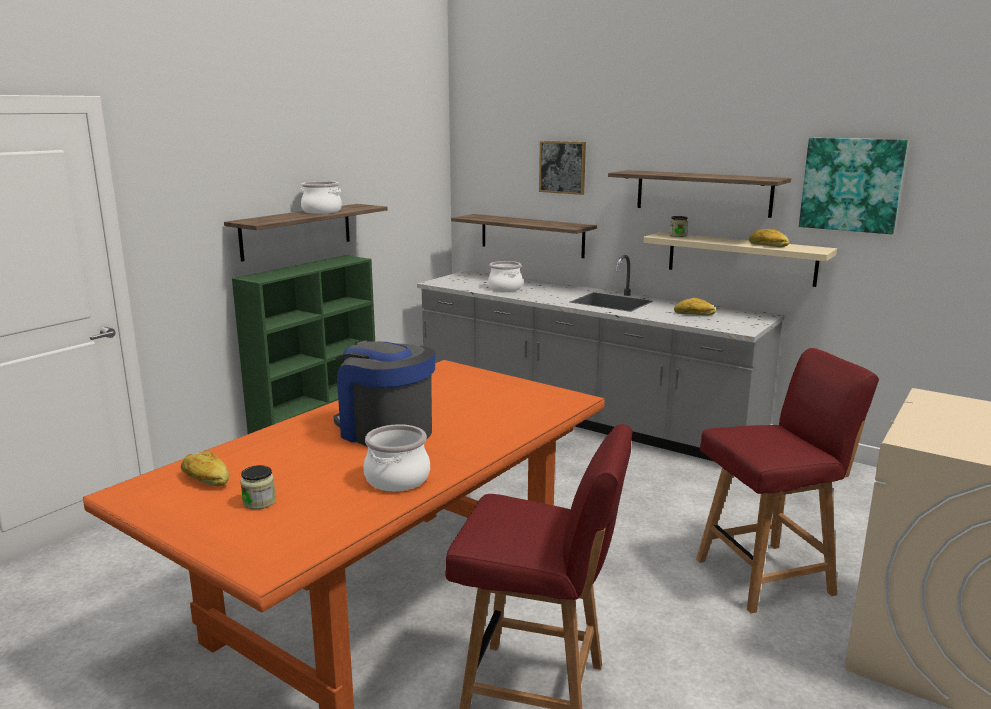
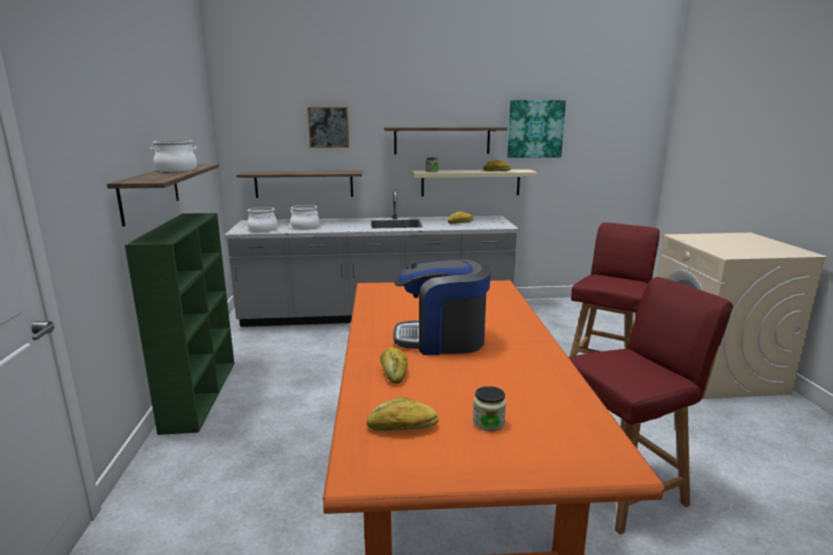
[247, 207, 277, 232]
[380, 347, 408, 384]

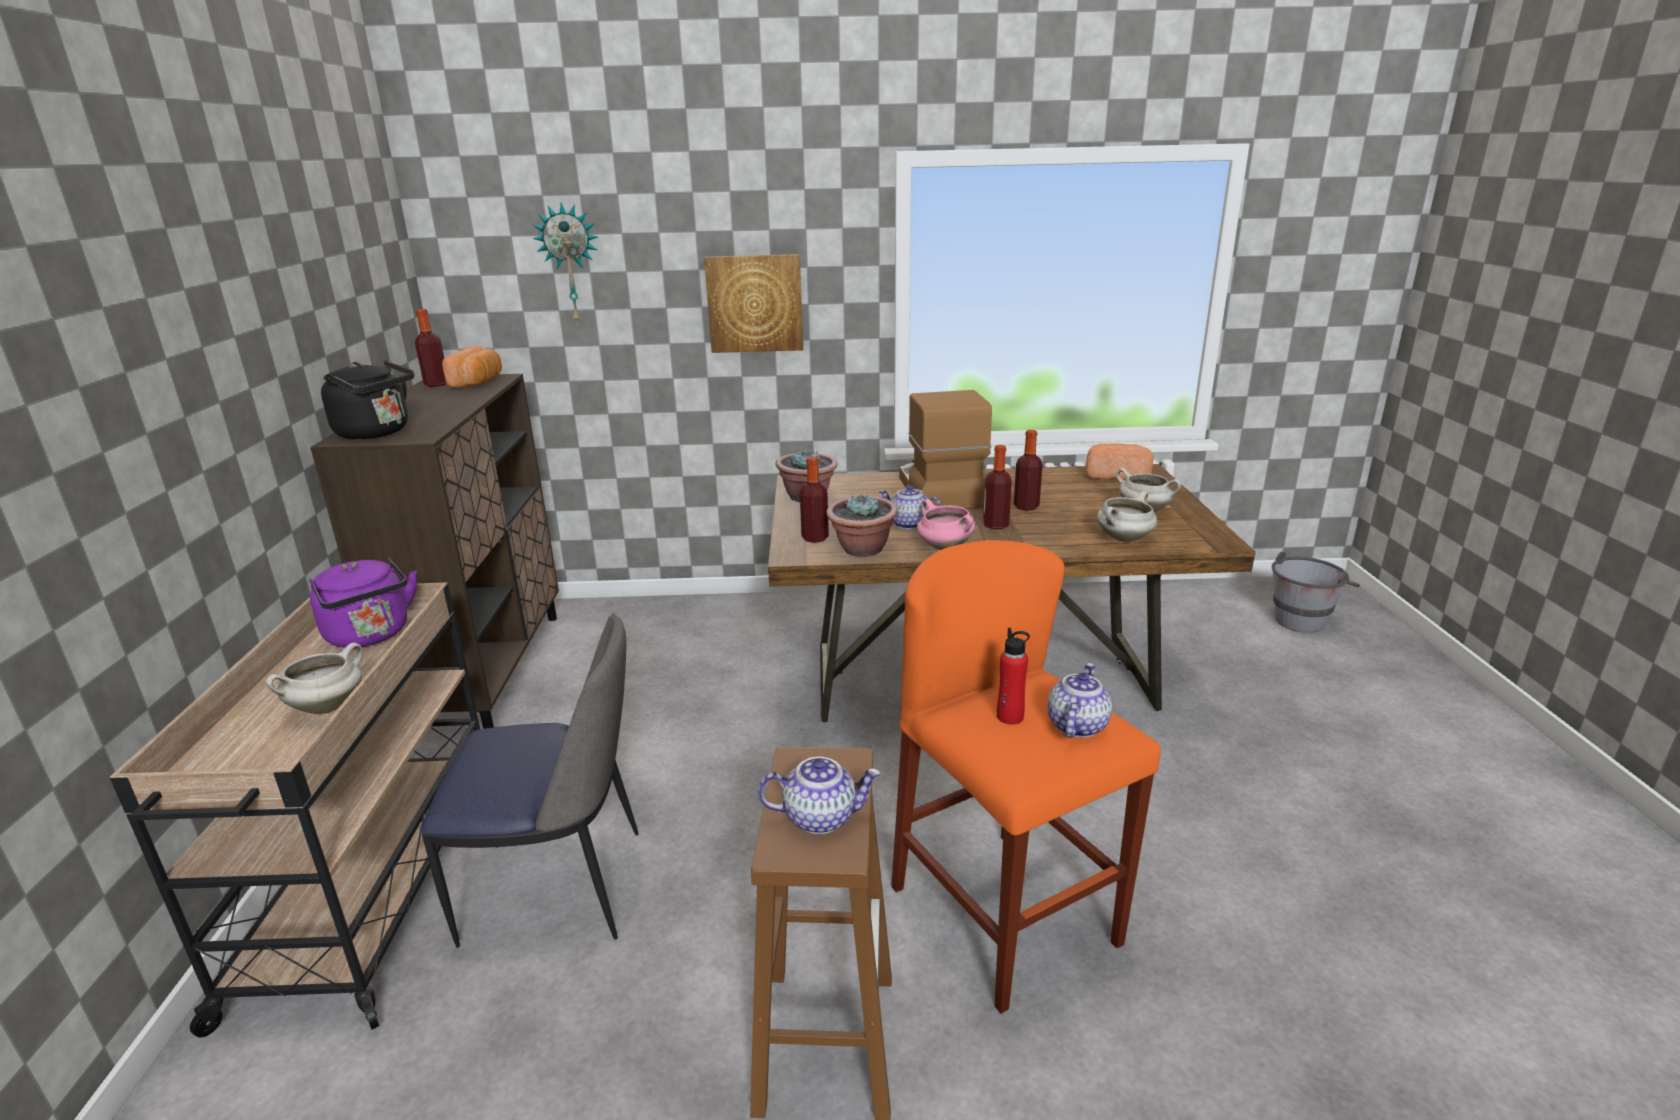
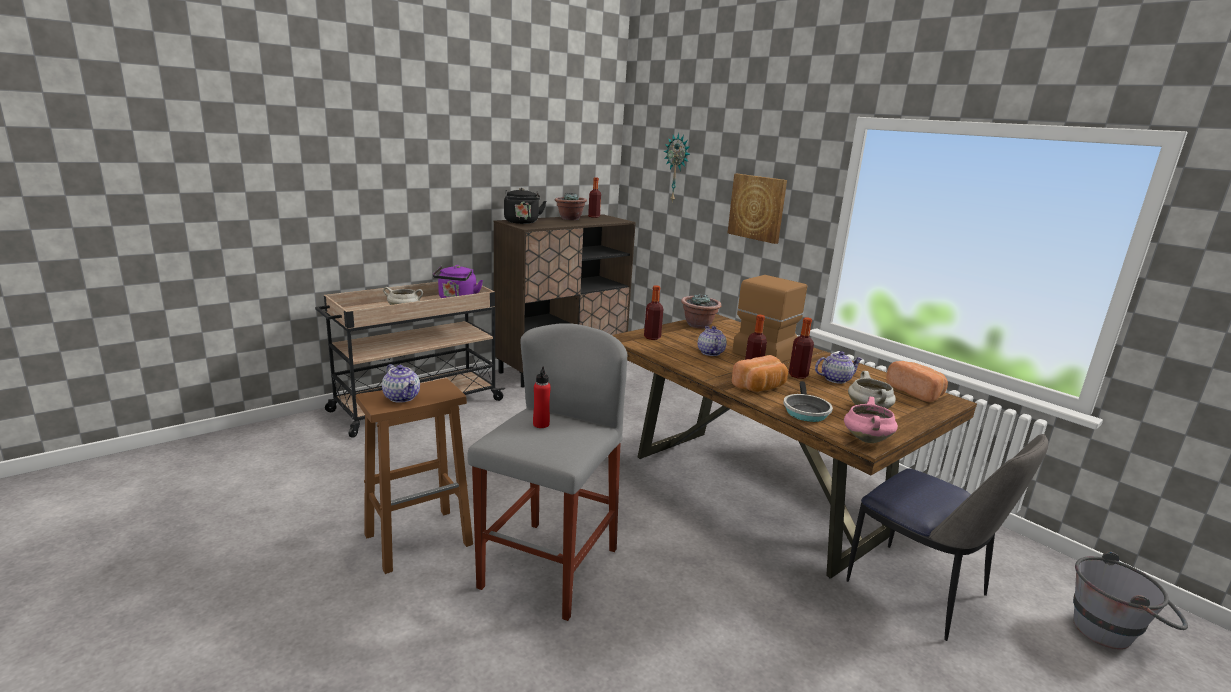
[467, 323, 627, 621]
[555, 193, 587, 220]
[732, 355, 788, 392]
[783, 381, 833, 422]
[815, 351, 863, 384]
[844, 397, 898, 443]
[846, 434, 1048, 641]

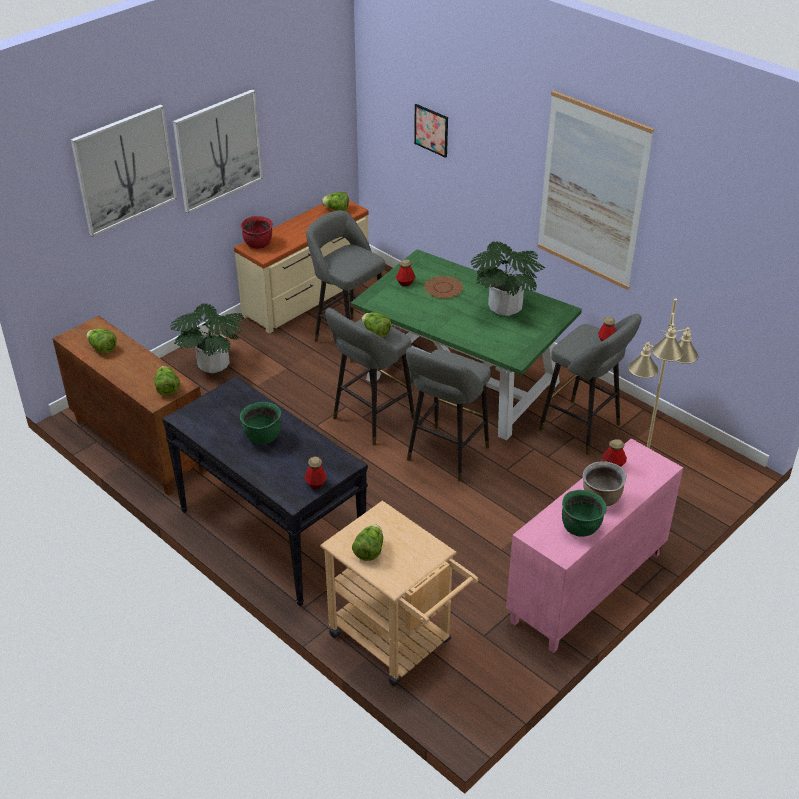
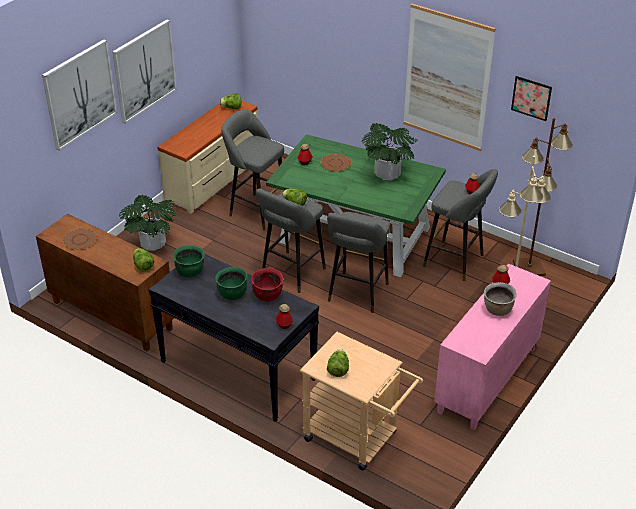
[63, 228, 97, 250]
[173, 245, 205, 278]
[251, 268, 283, 302]
[511, 76, 552, 121]
[513, 118, 573, 276]

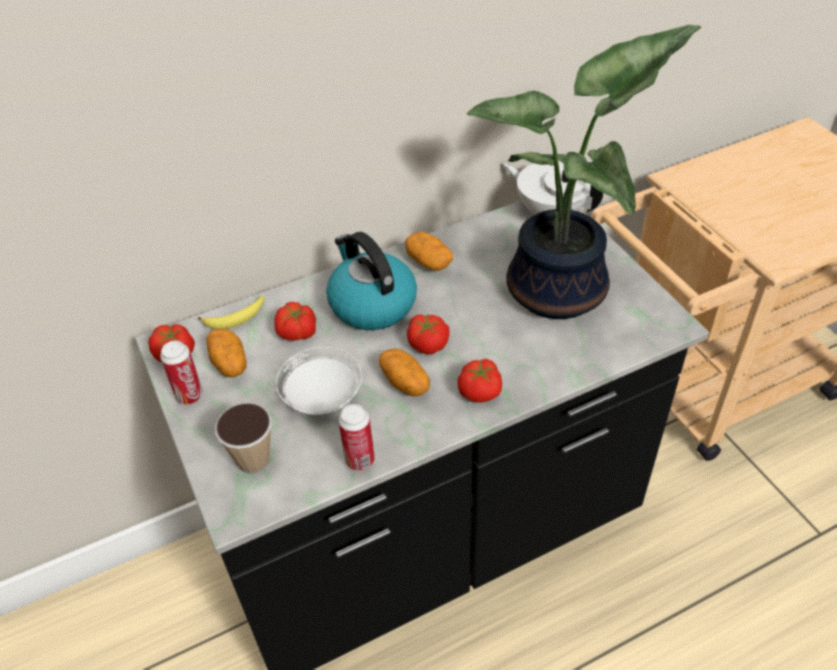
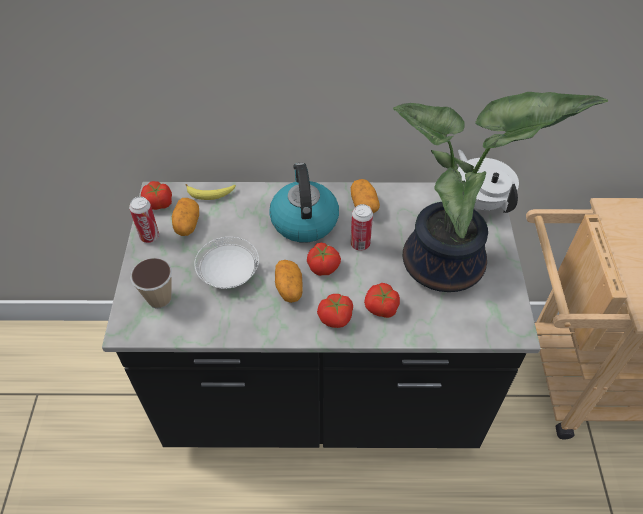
[350, 204, 373, 251]
[364, 283, 400, 318]

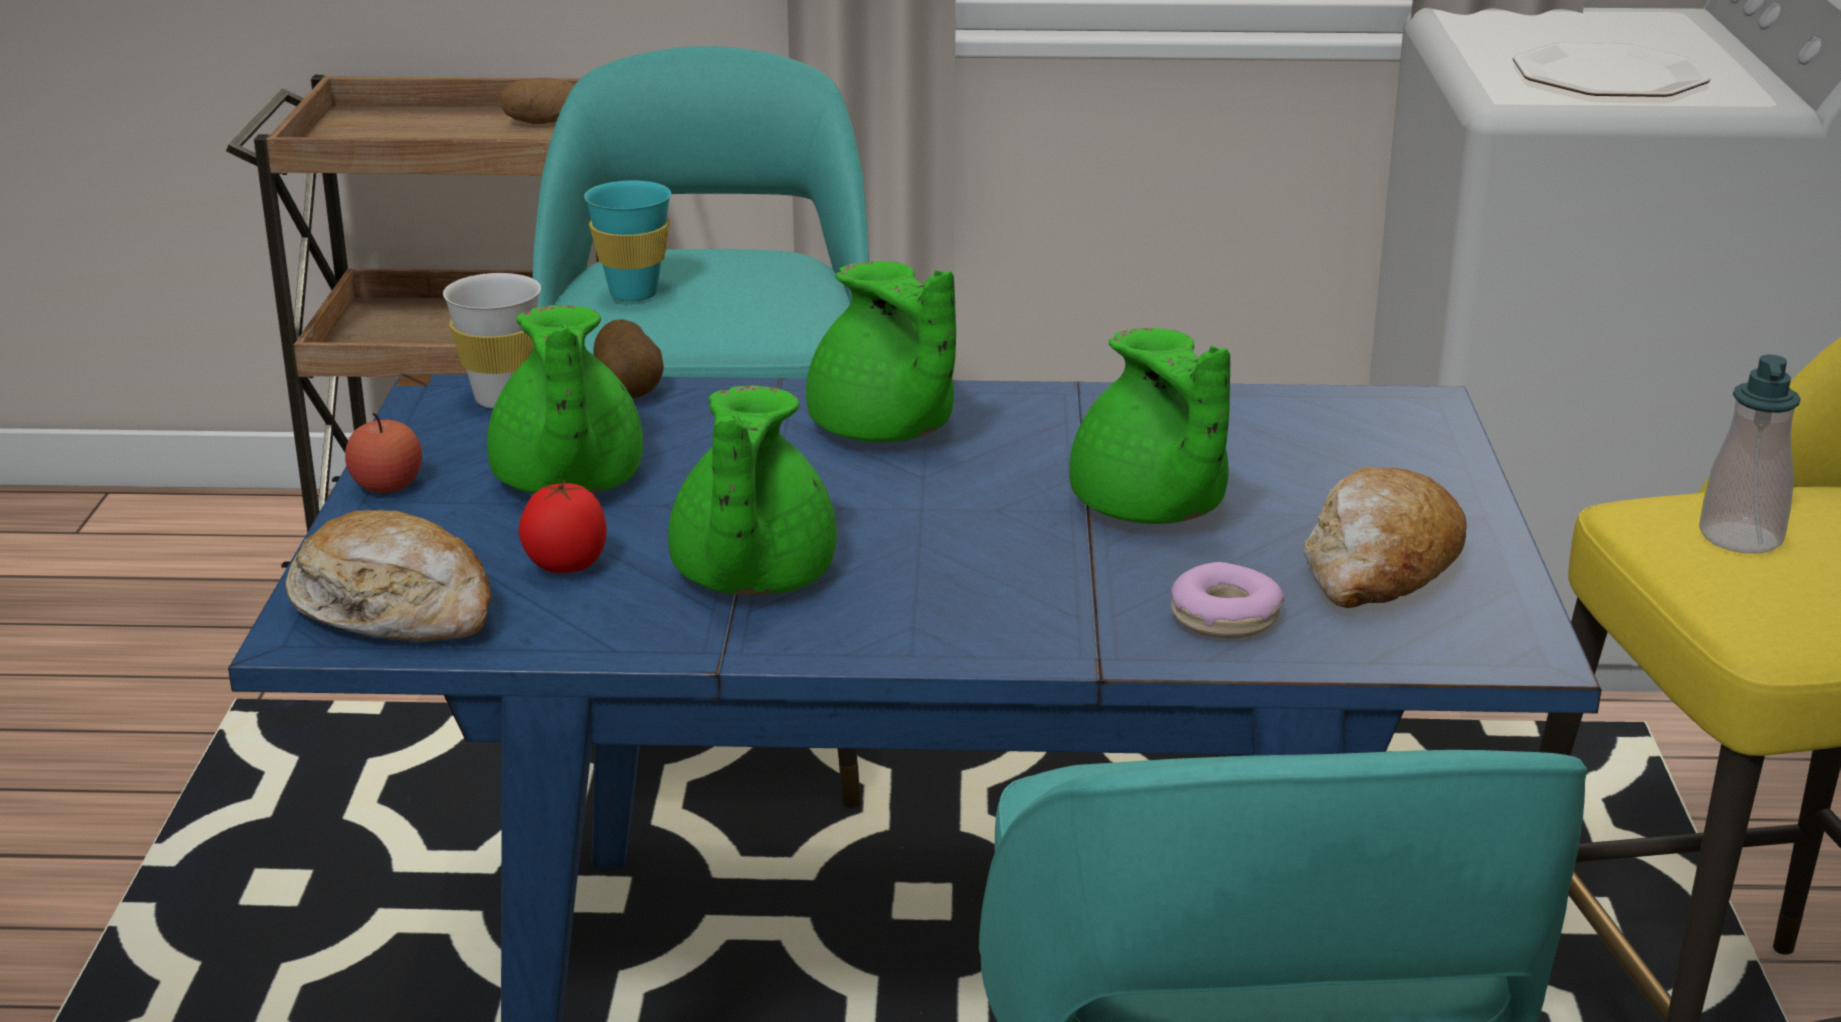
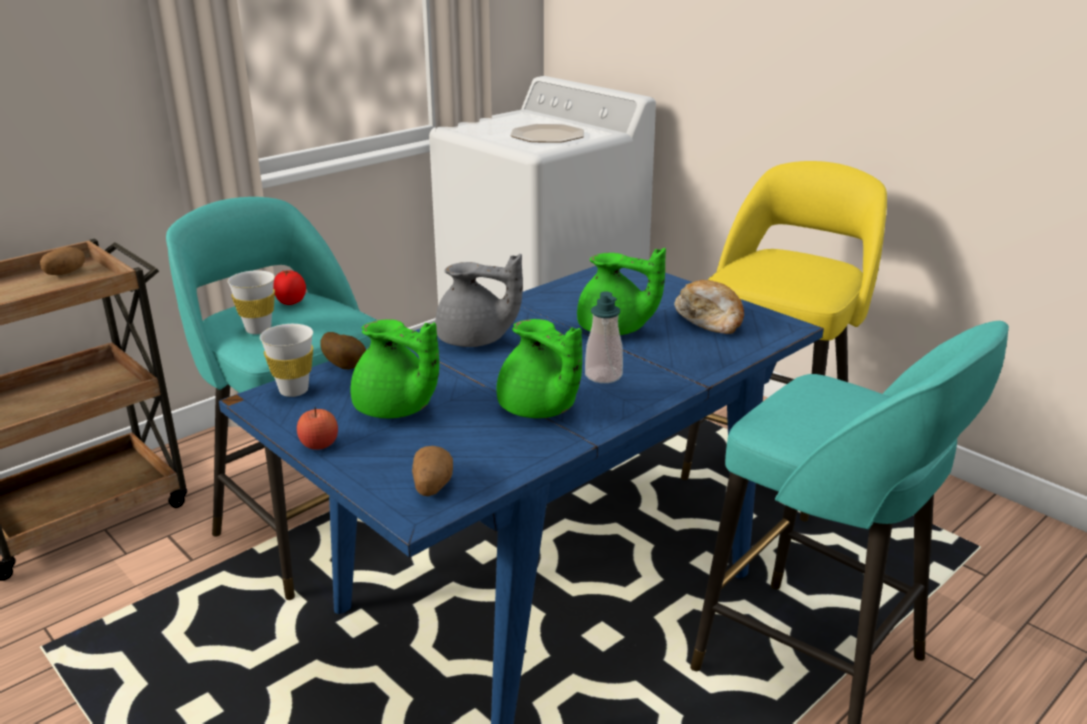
[227, 270, 275, 334]
[273, 270, 306, 305]
[412, 446, 453, 496]
[435, 254, 523, 347]
[585, 291, 623, 383]
[1171, 562, 1284, 638] (first image)

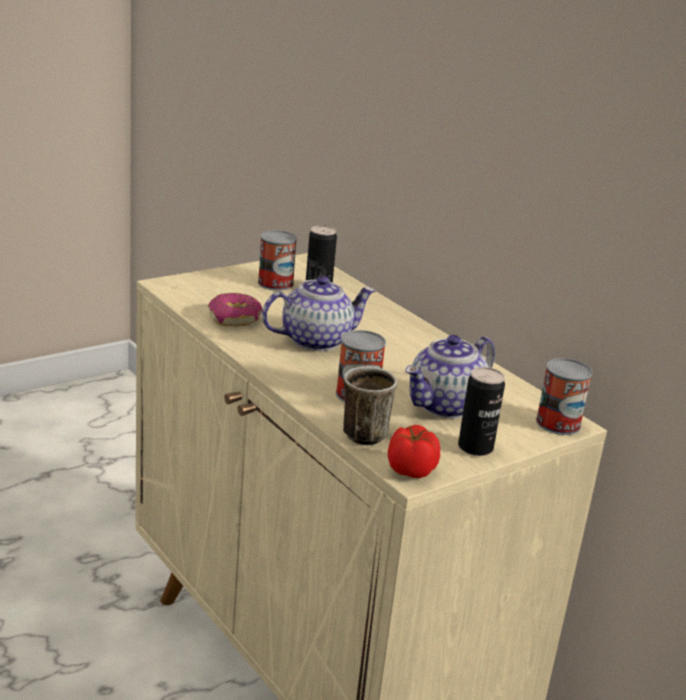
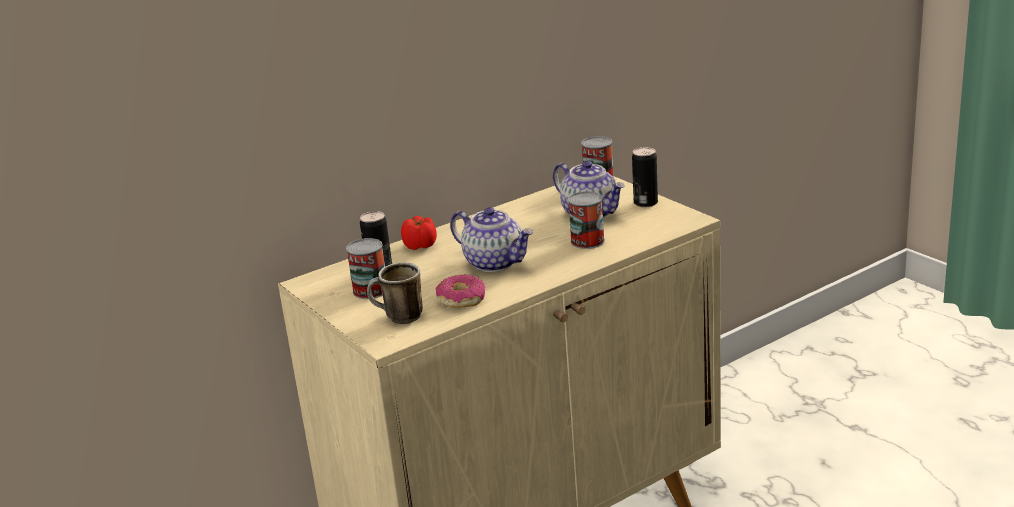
[367, 262, 423, 324]
[401, 216, 437, 250]
[450, 207, 533, 272]

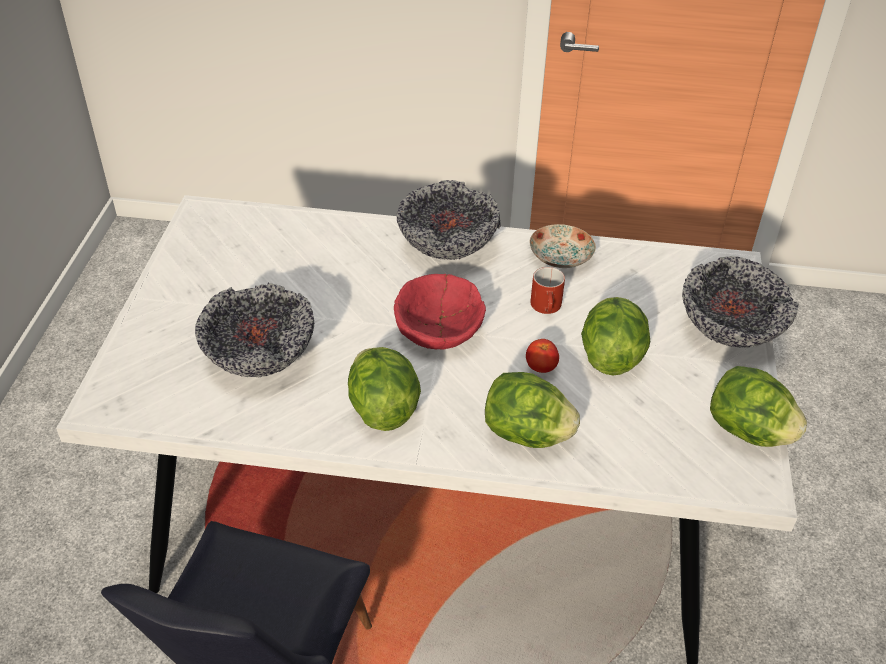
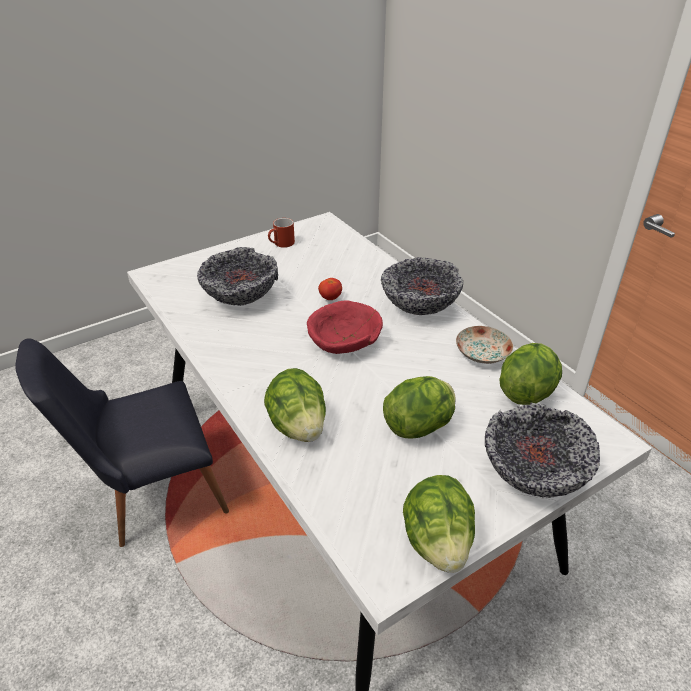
[268, 218, 295, 248]
[318, 278, 342, 300]
[499, 343, 562, 405]

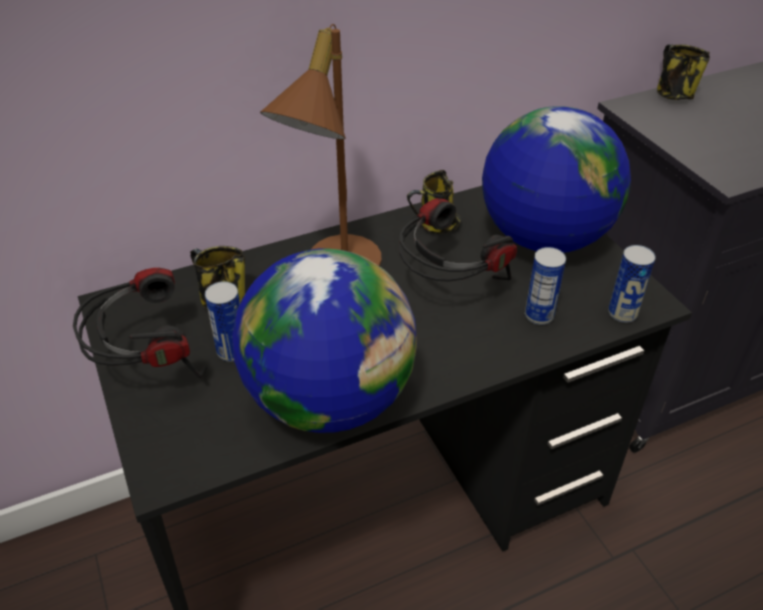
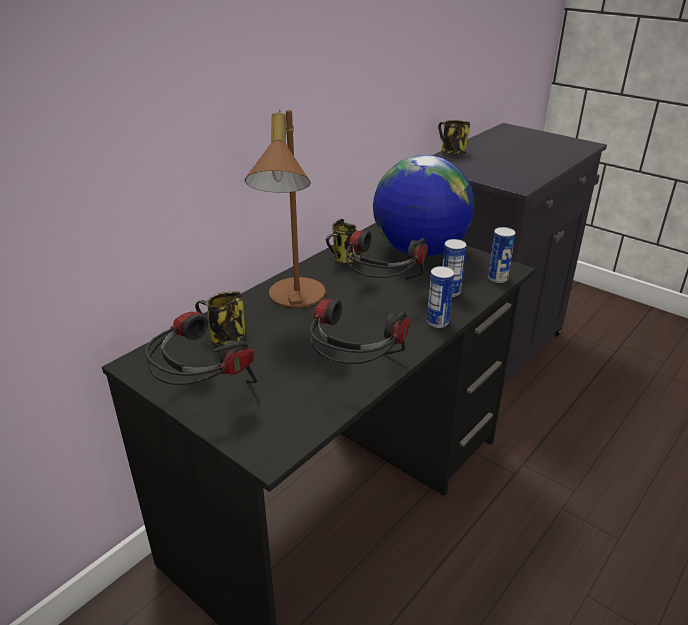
[310, 299, 410, 364]
[427, 266, 454, 328]

